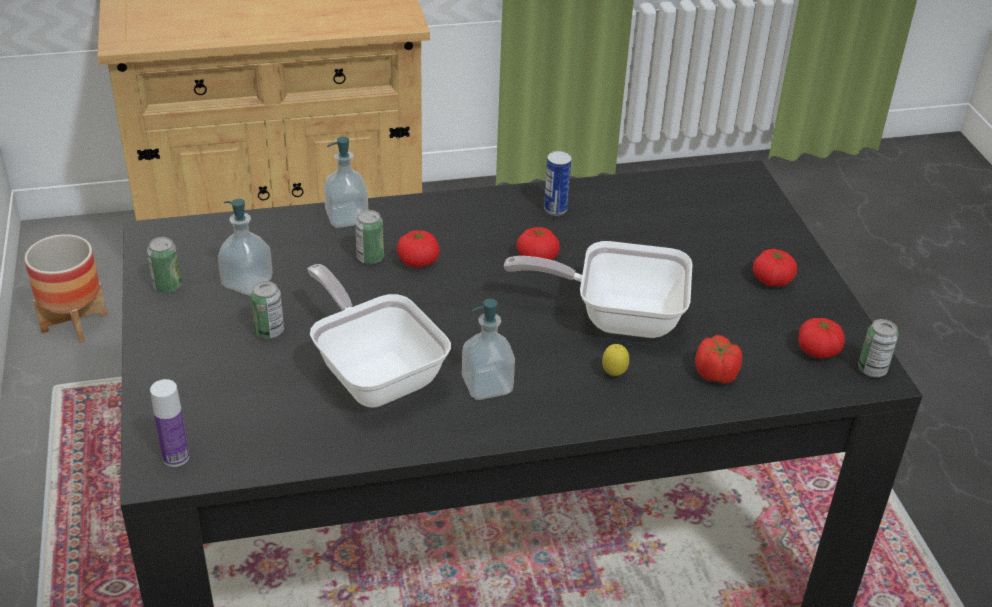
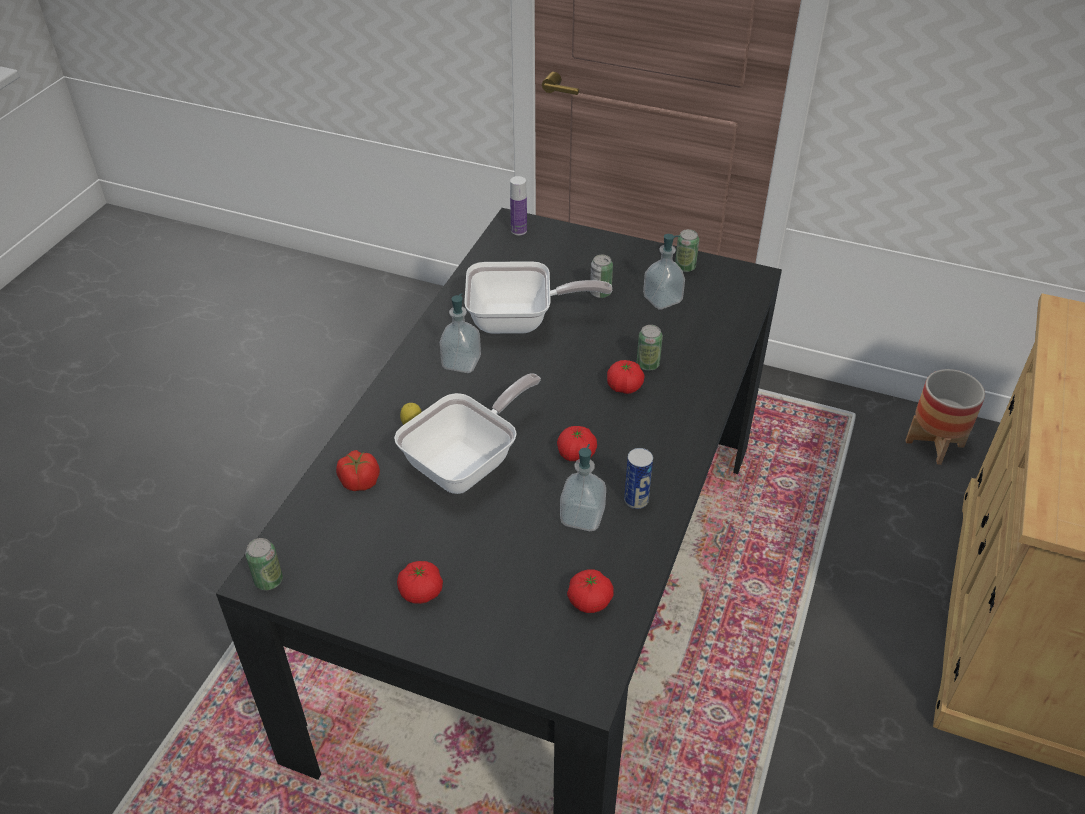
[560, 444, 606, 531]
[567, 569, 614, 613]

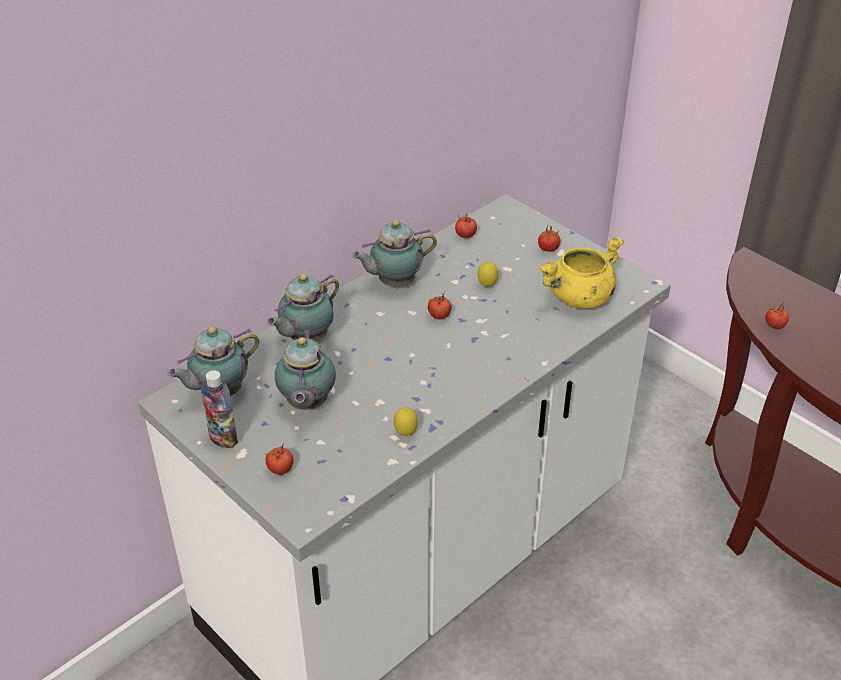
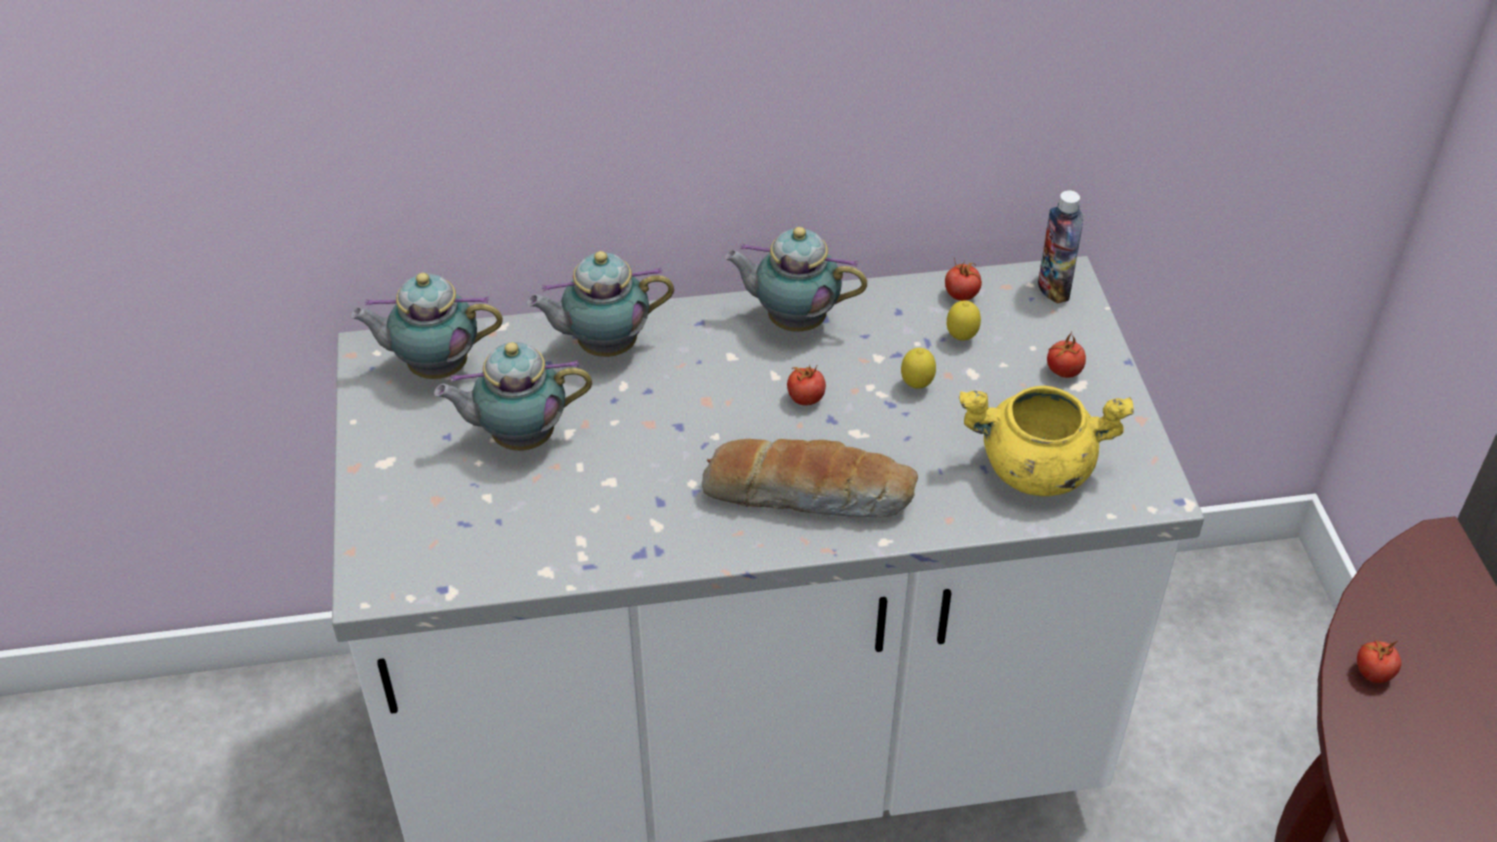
[434, 342, 592, 451]
[702, 439, 918, 518]
[947, 301, 981, 341]
[1038, 190, 1083, 303]
[265, 443, 294, 475] (first image)

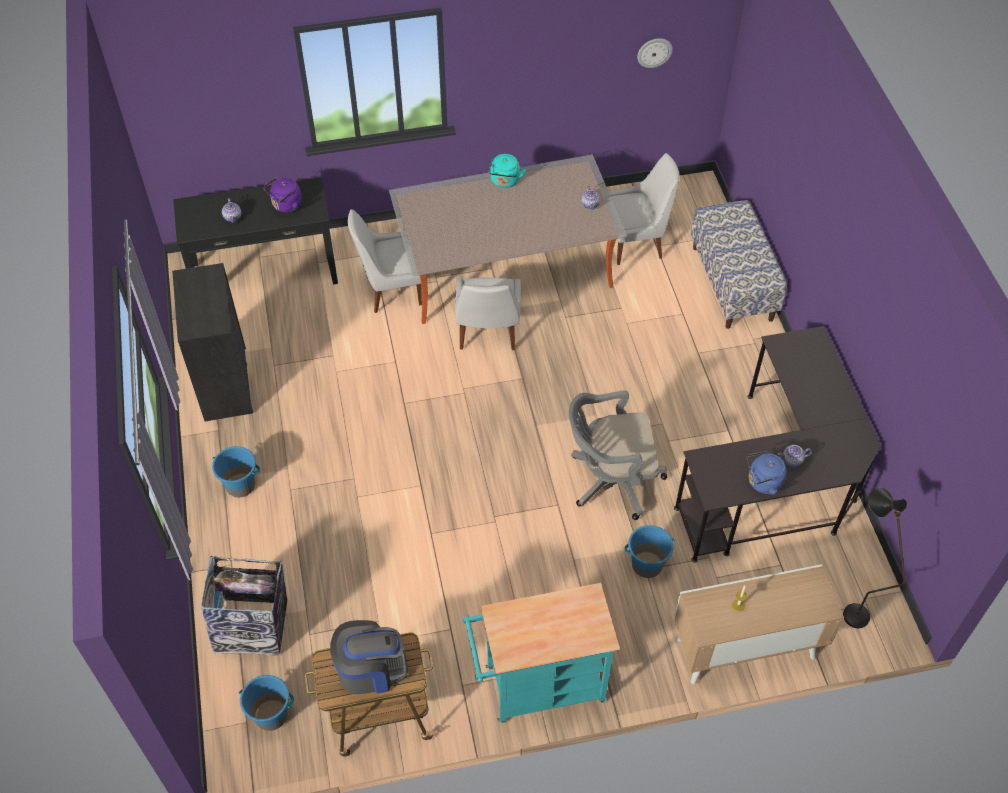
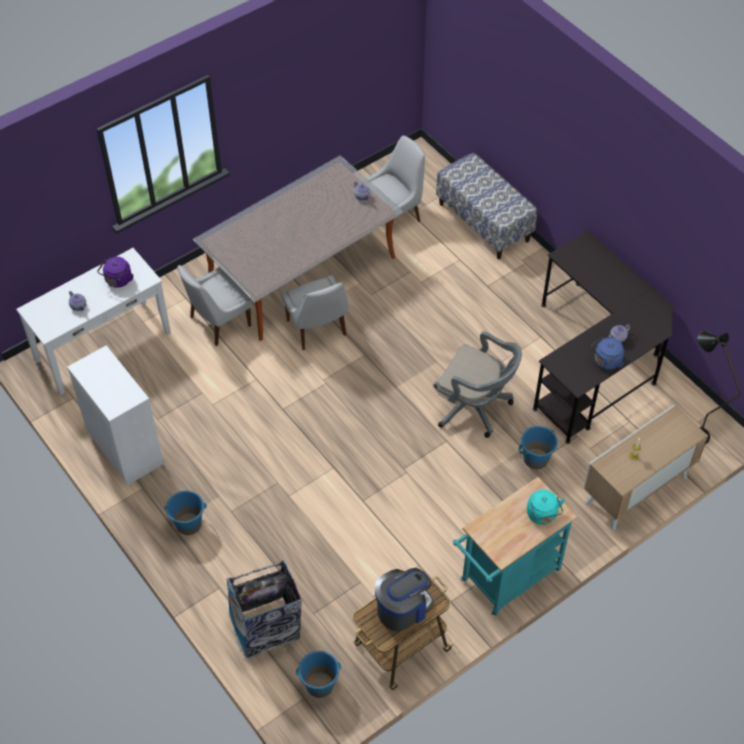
[16, 248, 171, 395]
[67, 345, 164, 486]
[433, 331, 522, 438]
[527, 490, 565, 525]
[637, 38, 673, 68] (first image)

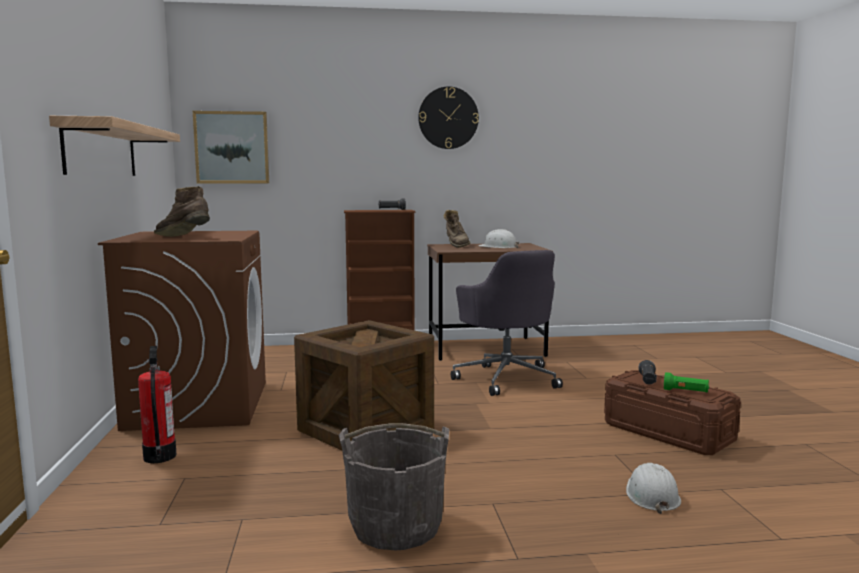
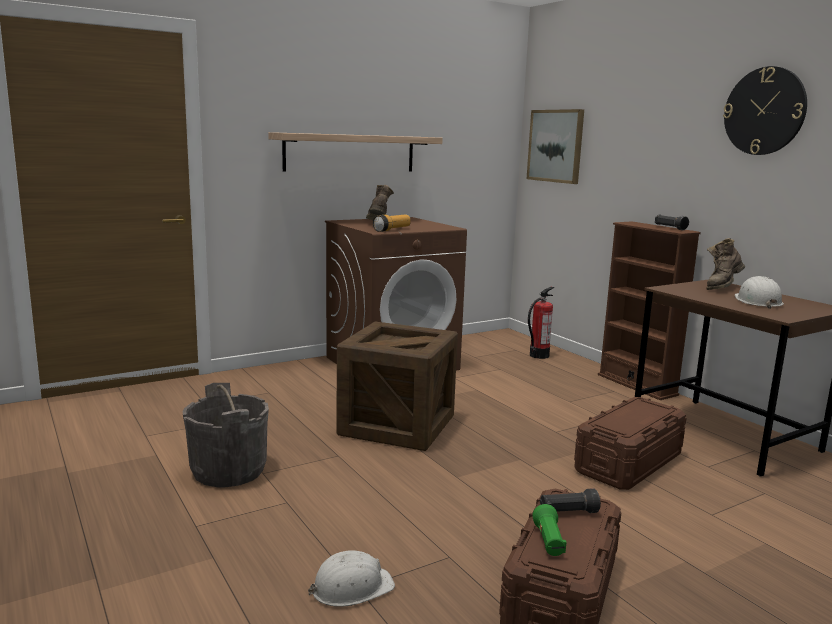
[373, 215, 411, 232]
[528, 287, 555, 359]
[574, 397, 686, 490]

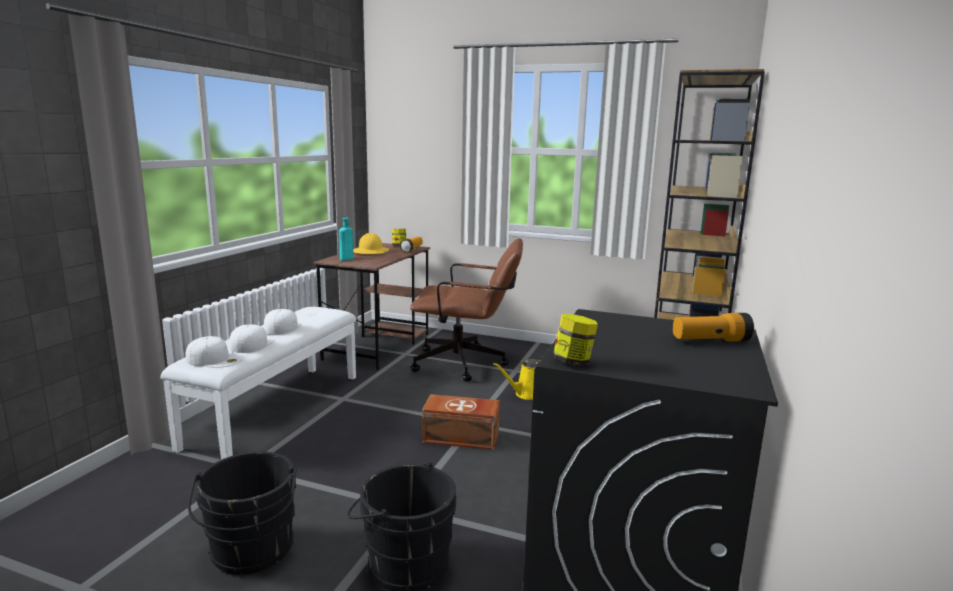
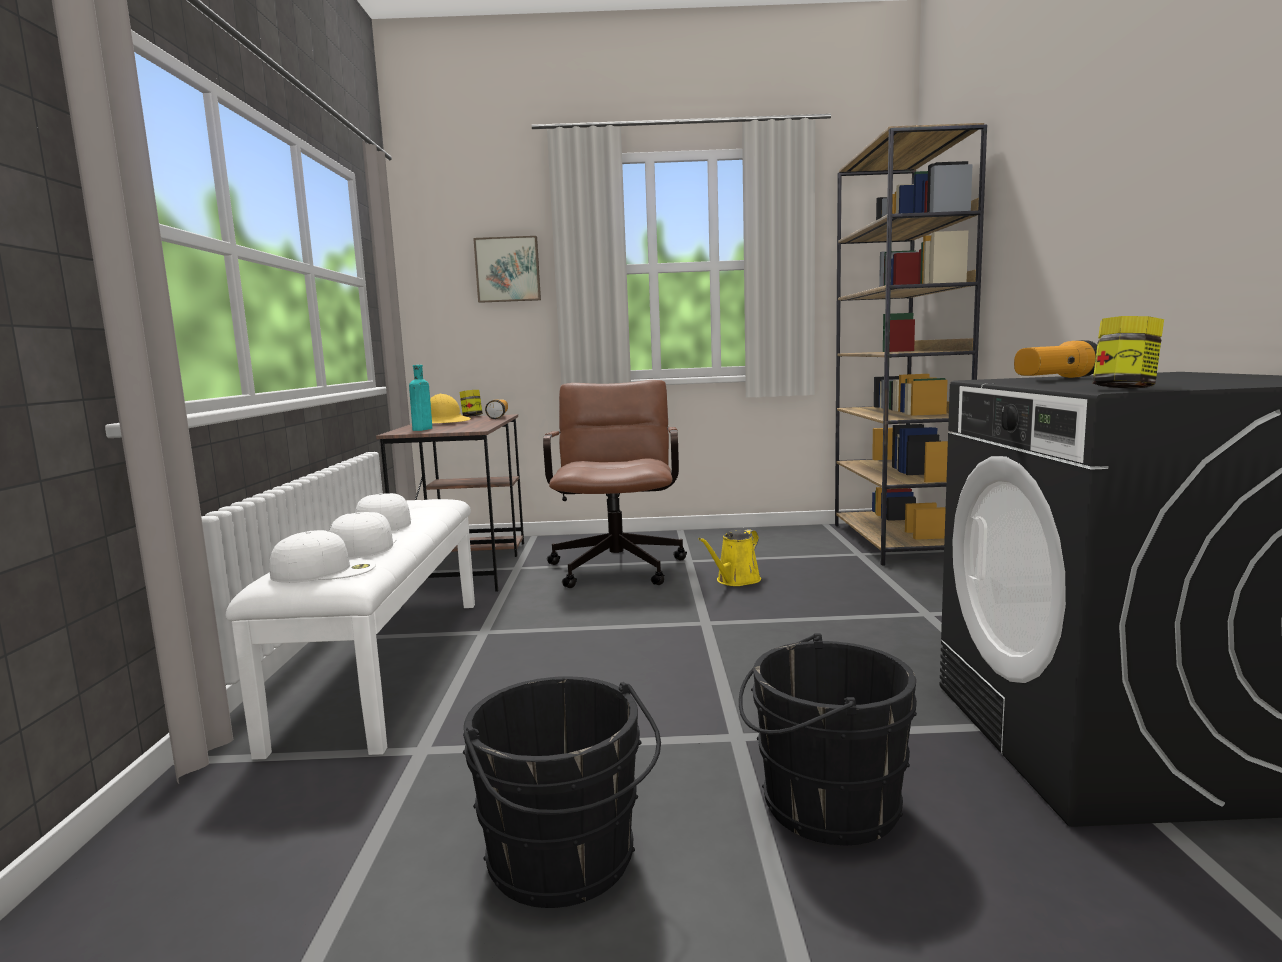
[473, 236, 541, 303]
[543, 380, 687, 588]
[1014, 340, 1097, 378]
[422, 394, 500, 450] (first image)

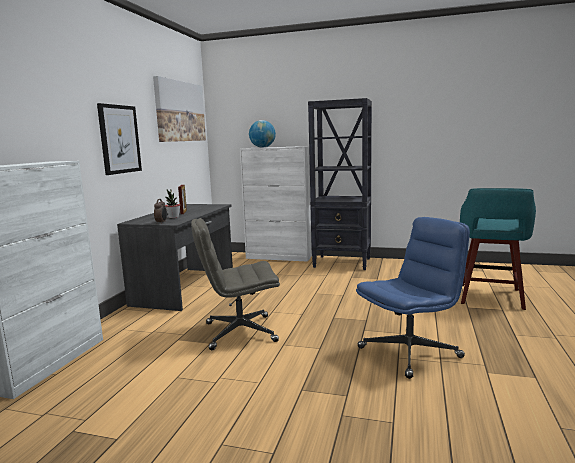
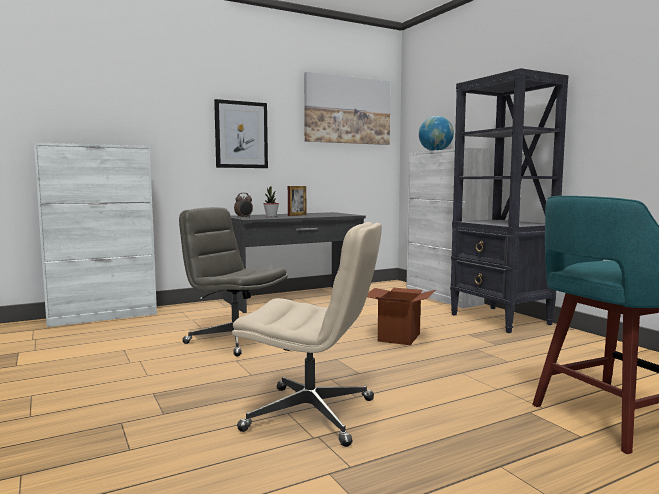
[232, 222, 382, 447]
[367, 288, 436, 345]

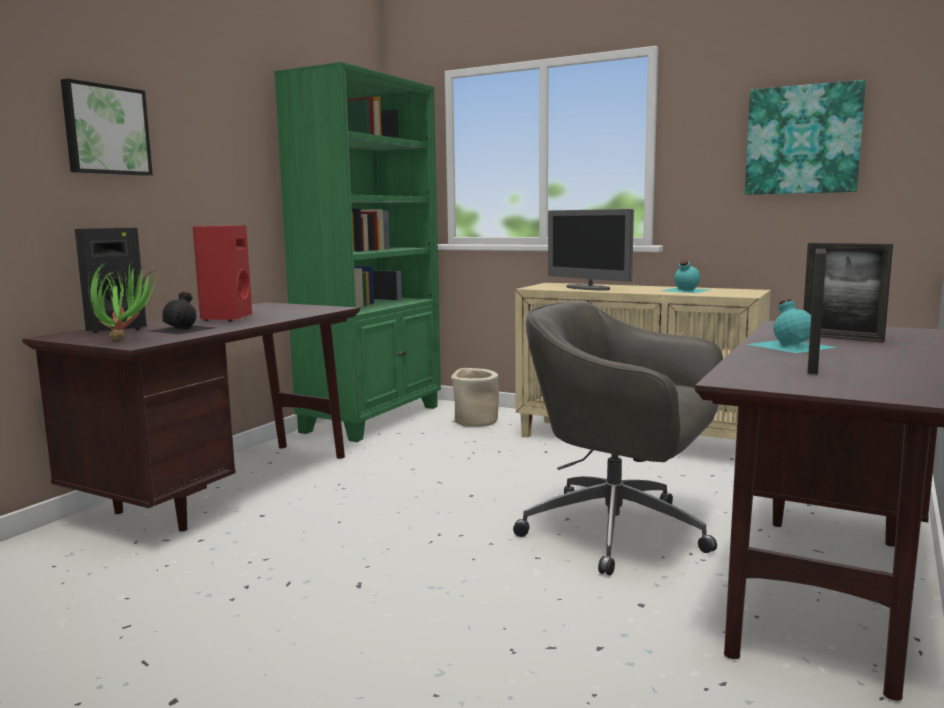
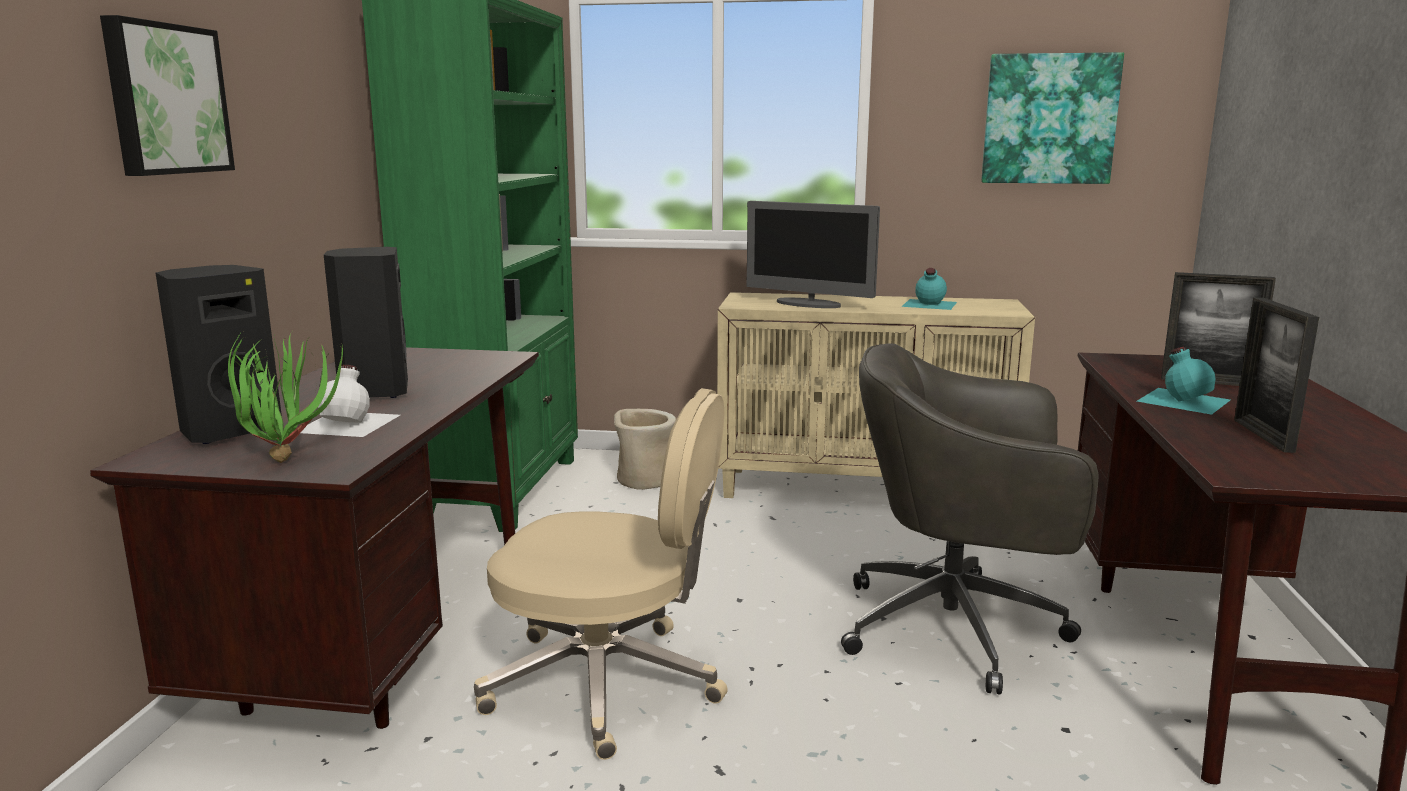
[301, 365, 400, 437]
[324, 247, 408, 398]
[474, 388, 728, 760]

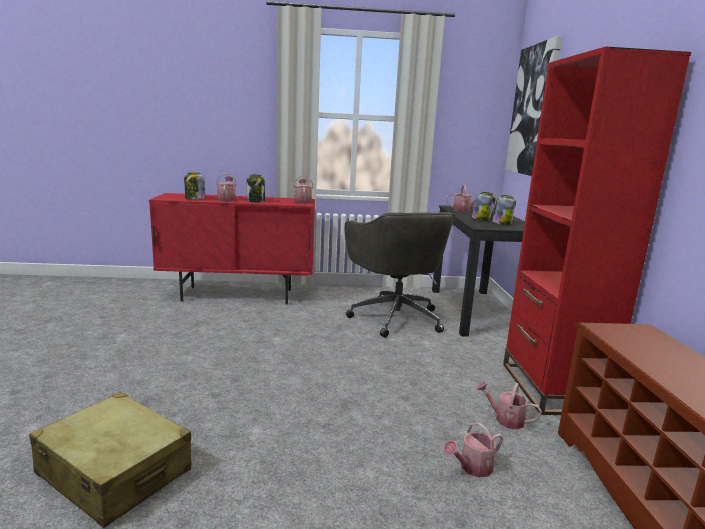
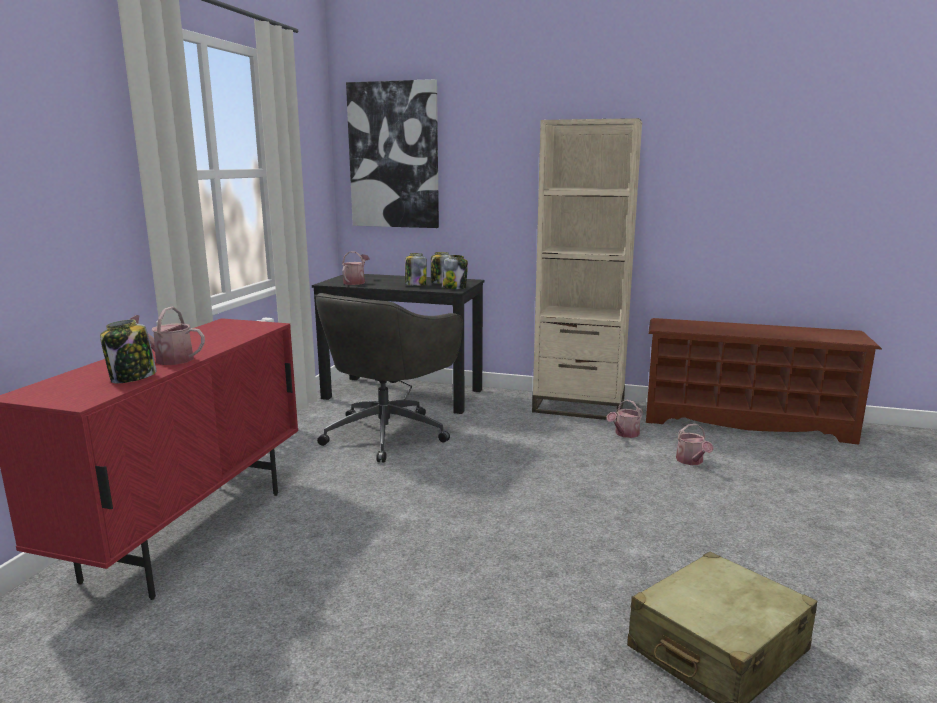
[315, 293, 463, 463]
[442, 255, 468, 289]
[532, 118, 642, 421]
[294, 176, 313, 204] (first image)

